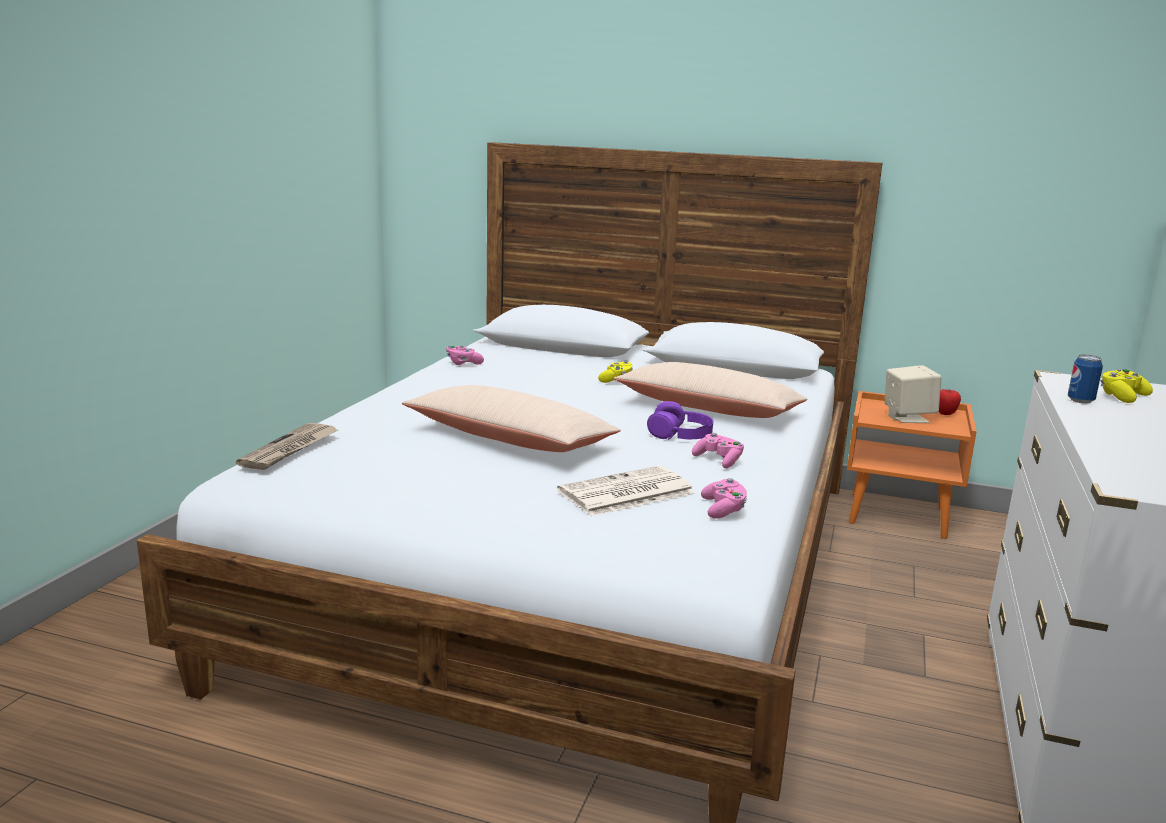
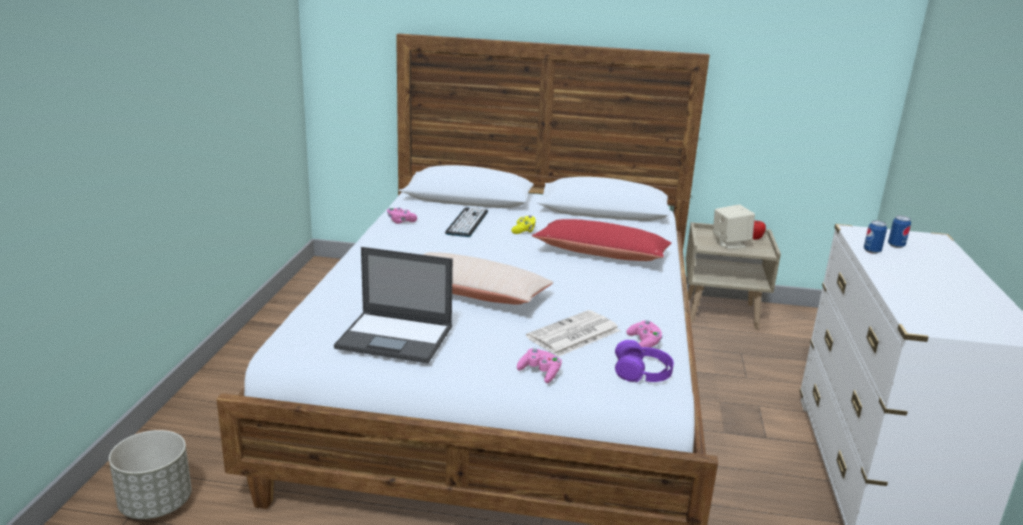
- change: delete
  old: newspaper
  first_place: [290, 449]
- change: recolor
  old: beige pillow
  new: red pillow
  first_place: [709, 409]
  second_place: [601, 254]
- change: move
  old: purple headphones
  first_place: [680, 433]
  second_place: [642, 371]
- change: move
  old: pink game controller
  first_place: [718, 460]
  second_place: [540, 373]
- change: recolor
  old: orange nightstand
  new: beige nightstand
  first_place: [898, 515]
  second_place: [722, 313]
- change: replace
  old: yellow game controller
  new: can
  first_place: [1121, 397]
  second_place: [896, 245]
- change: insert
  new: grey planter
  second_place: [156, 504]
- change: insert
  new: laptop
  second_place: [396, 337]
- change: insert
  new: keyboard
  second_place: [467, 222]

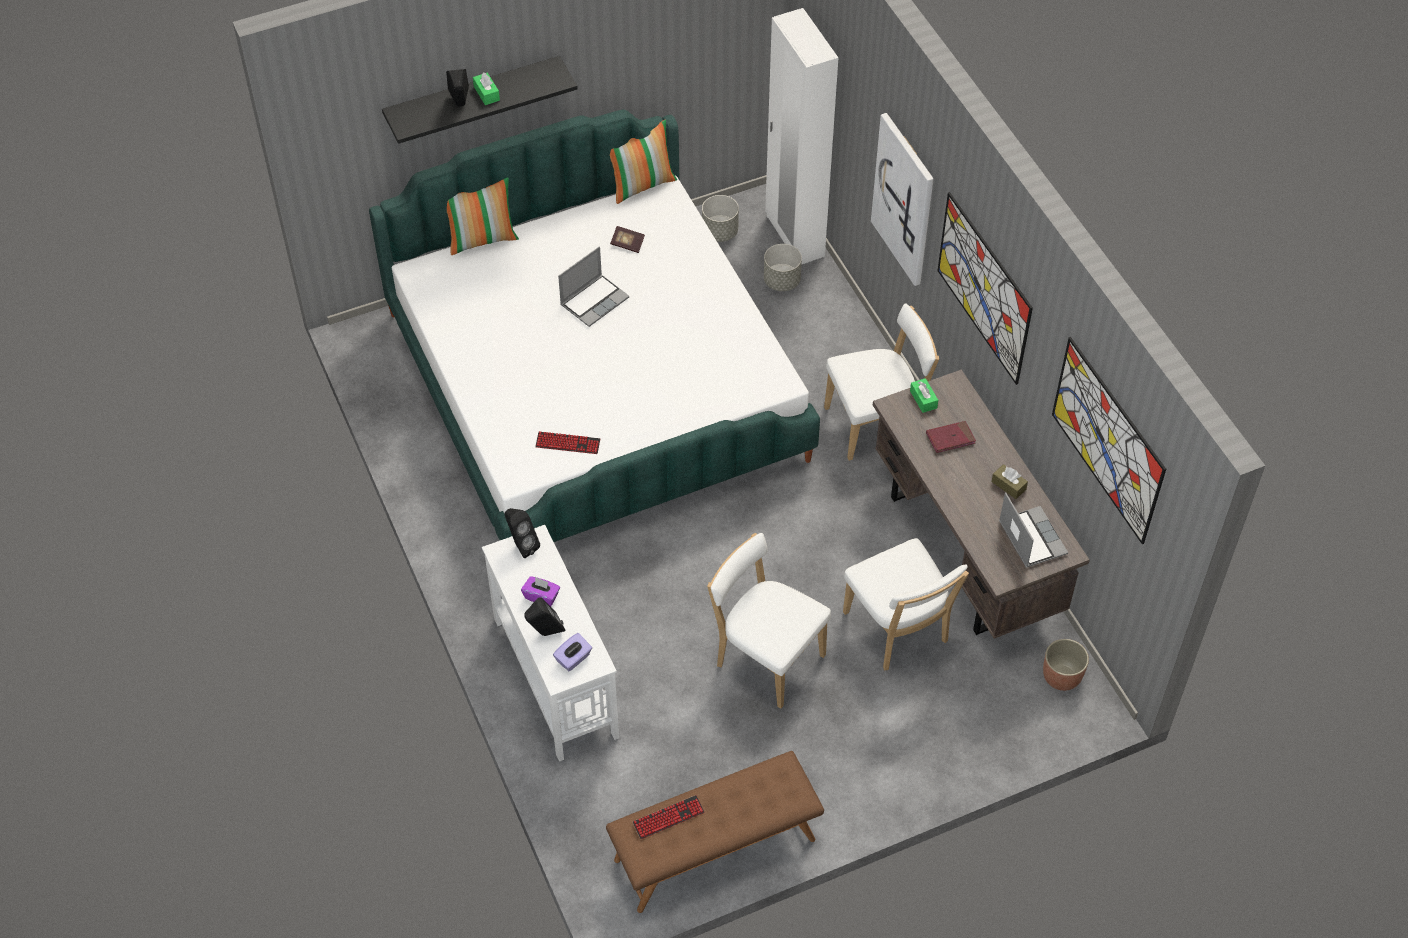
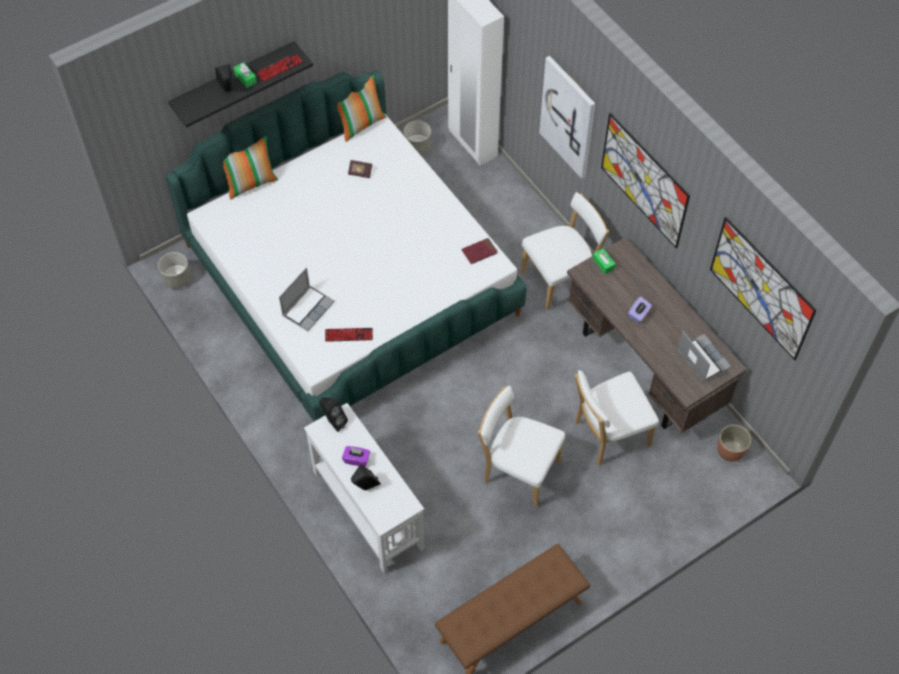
- change: move
  old: purple tissue box
  first_place: [573, 659]
  second_place: [638, 314]
- change: move
  old: laptop
  first_place: [594, 301]
  second_place: [308, 308]
- change: move
  old: keyboard
  first_place: [668, 818]
  second_place: [279, 68]
- change: move
  old: grey planter
  first_place: [782, 281]
  second_place: [177, 279]
- change: rotate
  old: white chair
  first_place: [898, 631]
  second_place: [608, 434]
  degrees: 105
- change: move
  old: red book
  first_place: [950, 438]
  second_place: [479, 252]
- change: delete
  old: brown tissue box
  first_place: [1008, 485]

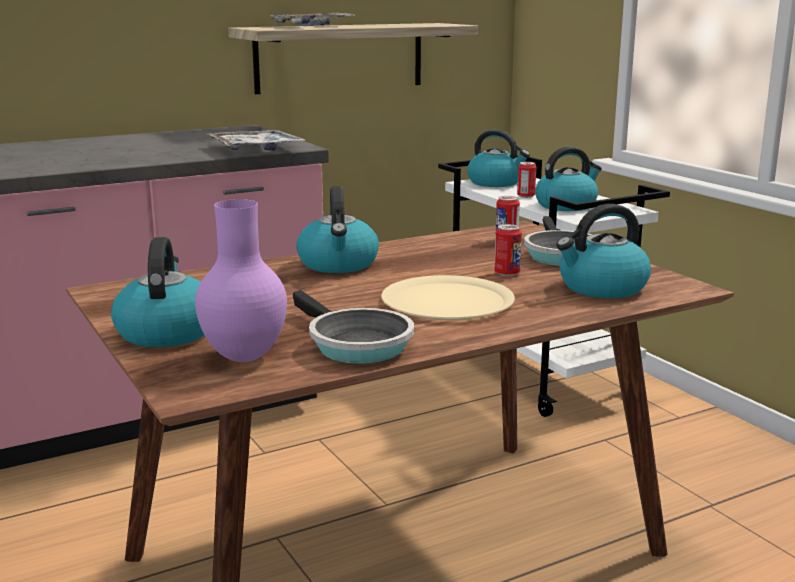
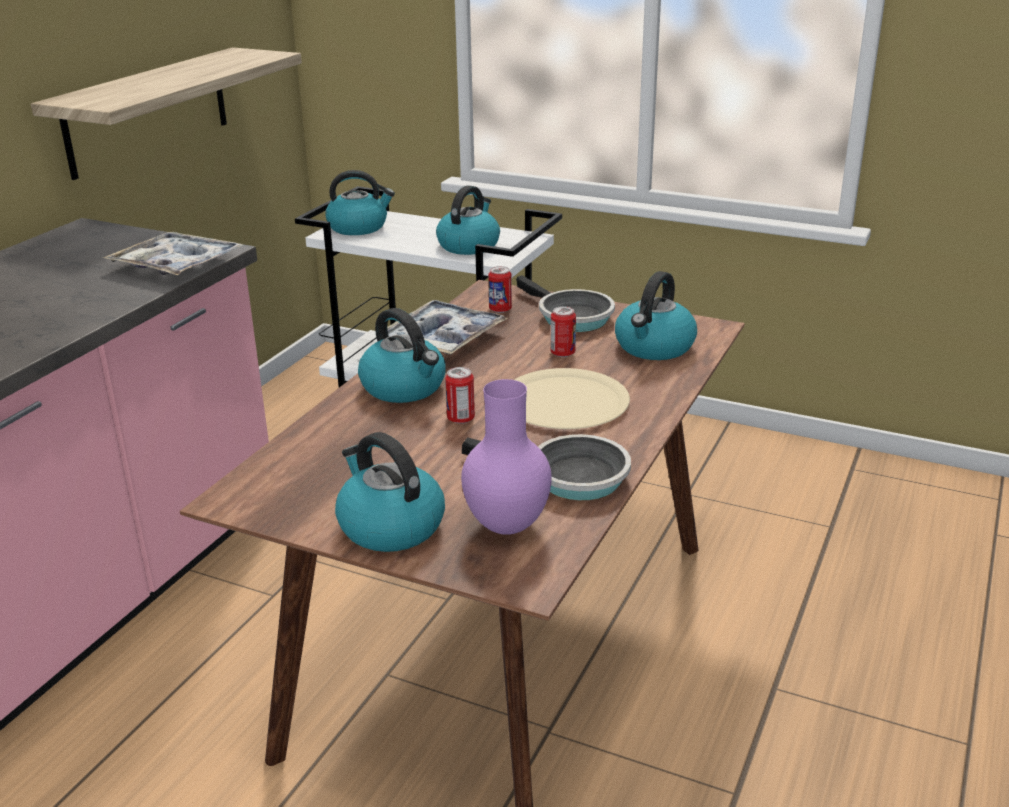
- change: move
  old: tray
  first_place: [310, 26]
  second_place: [442, 339]
- change: move
  old: can
  first_place: [526, 196]
  second_place: [461, 419]

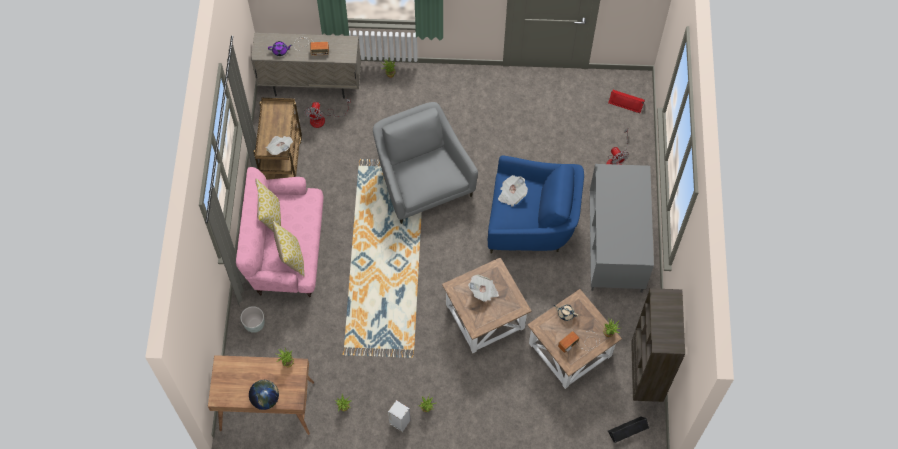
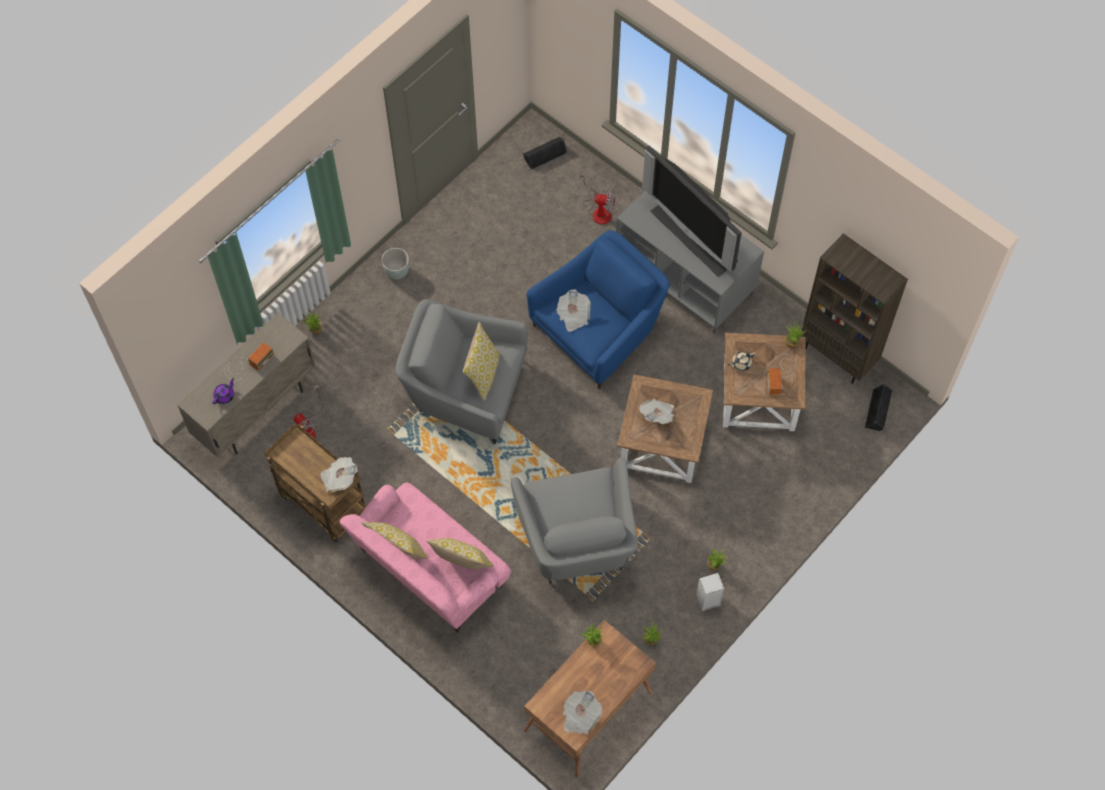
- change: move
  old: grey planter
  first_place: [254, 324]
  second_place: [396, 271]
- change: delete
  old: globe
  first_place: [265, 399]
- change: recolor
  old: red speaker
  new: black speaker
  first_place: [626, 102]
  second_place: [544, 154]
- change: insert
  new: pillow
  second_place: [483, 374]
- change: insert
  new: grey armchair
  second_place: [577, 541]
- change: insert
  new: newspaper
  second_place: [580, 716]
- change: insert
  new: television
  second_place: [695, 235]

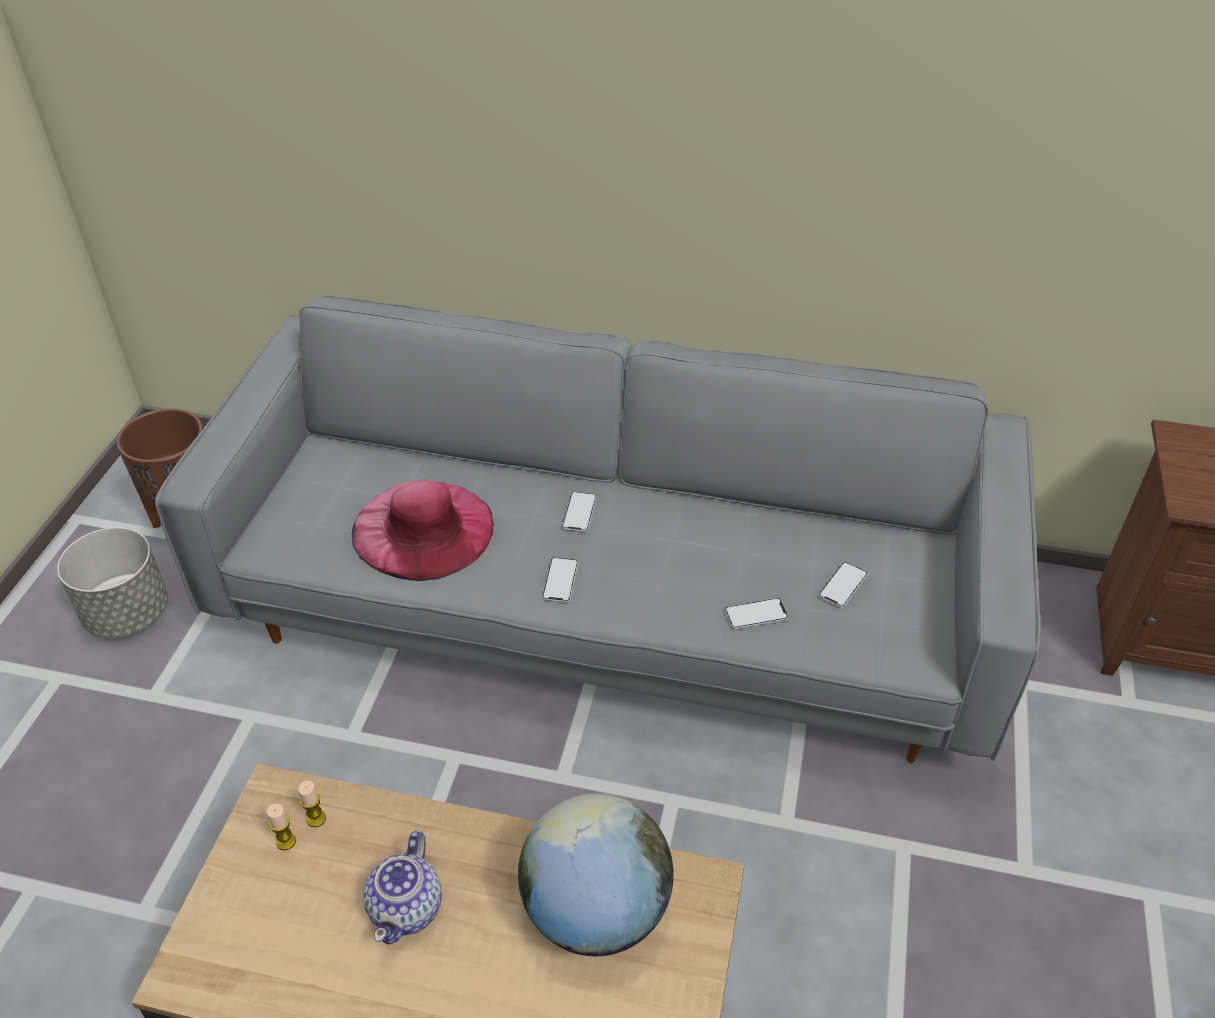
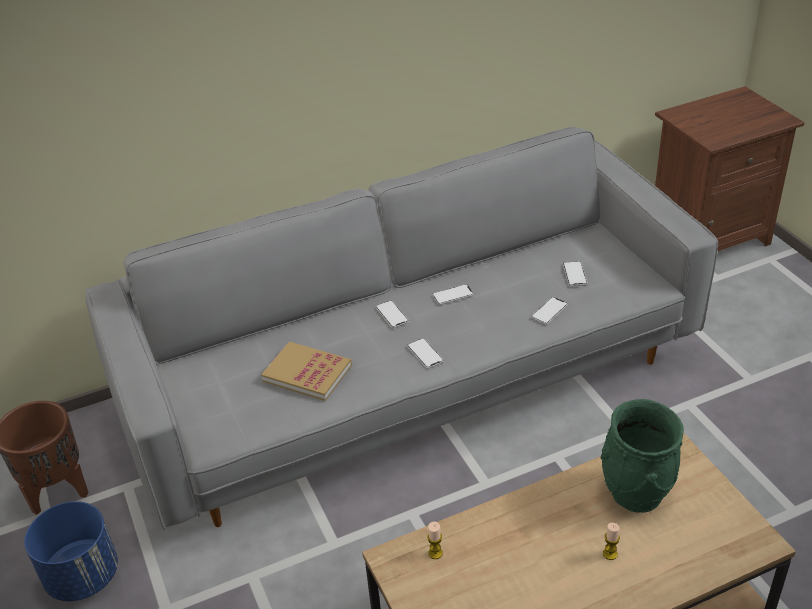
- change: recolor
  old: grey planter
  new: blue planter
  first_place: [128, 613]
  second_place: [83, 576]
- change: move
  old: candle
  first_place: [286, 841]
  second_place: [610, 554]
- change: replace
  old: pink hat
  new: book
  first_place: [423, 528]
  second_place: [307, 373]
- change: delete
  old: teapot
  first_place: [407, 907]
- change: replace
  old: globe
  new: green vase
  first_place: [595, 910]
  second_place: [635, 492]
- change: insert
  new: phone
  second_place: [453, 295]

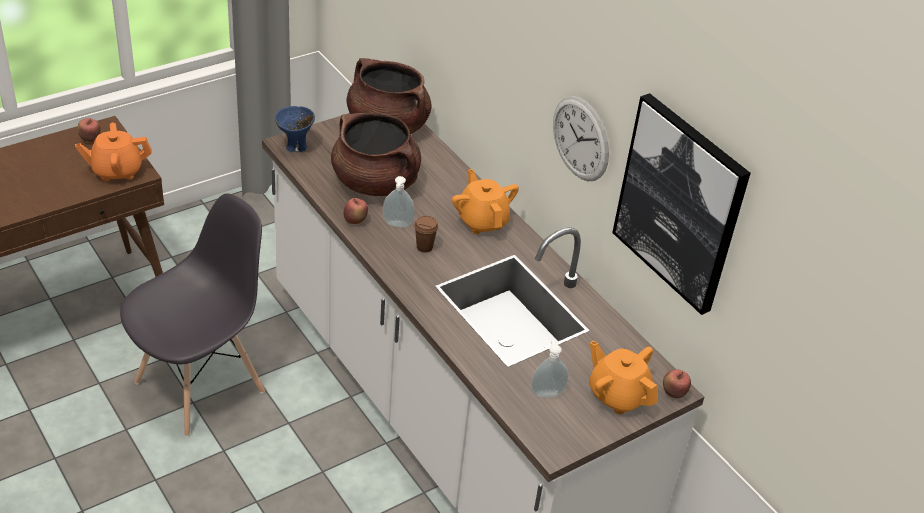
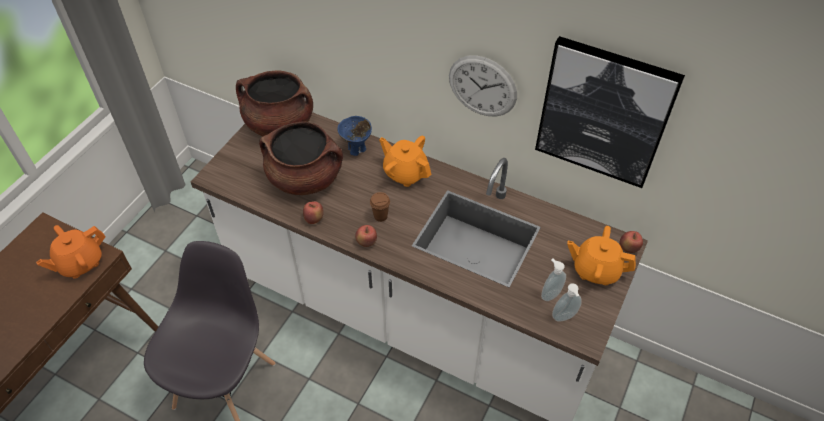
- change: move
  old: apple
  first_place: [90, 139]
  second_place: [366, 243]
- change: move
  old: blue bowl
  first_place: [296, 147]
  second_place: [357, 150]
- change: move
  old: soap dispenser
  first_place: [397, 225]
  second_place: [564, 318]

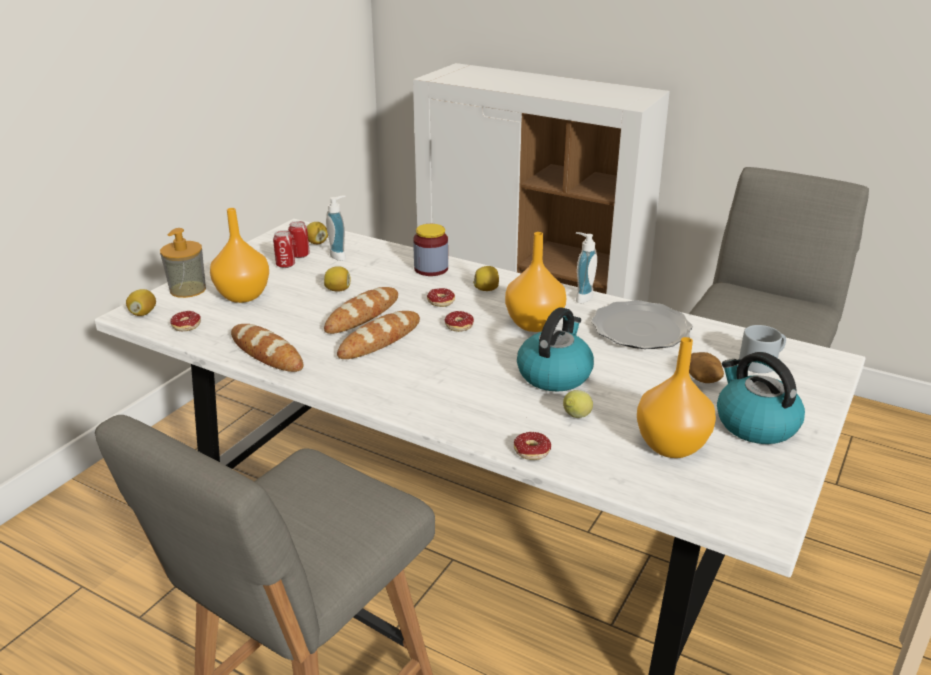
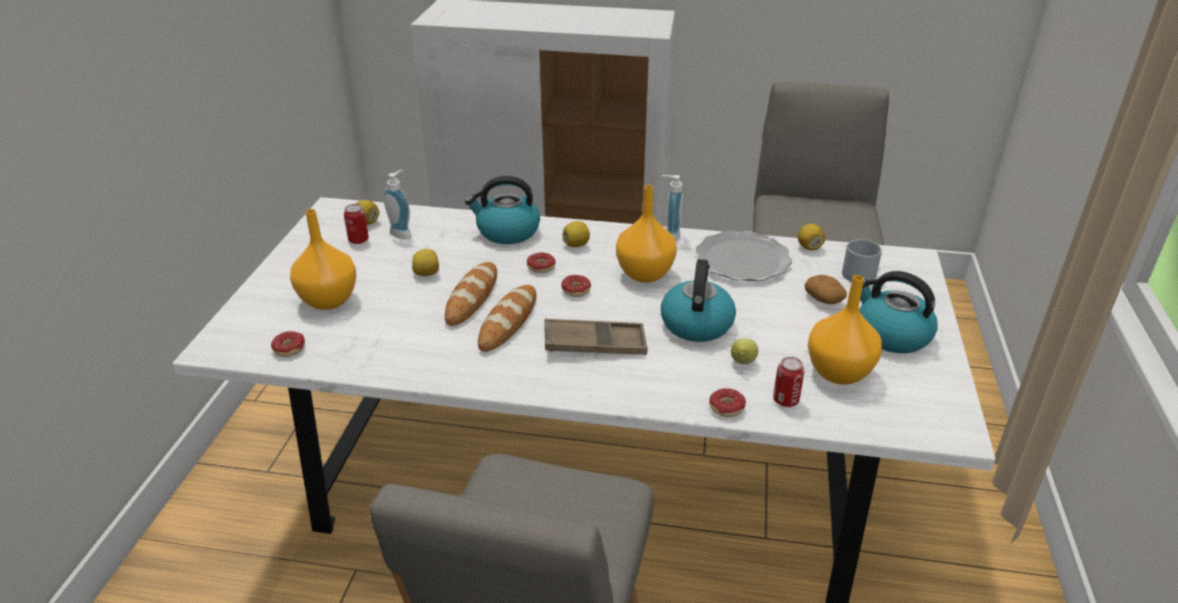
- change: move
  old: lemon
  first_place: [143, 313]
  second_place: [809, 247]
- change: delete
  old: soap dispenser
  first_place: [188, 289]
- change: delete
  old: bread
  first_place: [266, 353]
- change: move
  old: can
  first_place: [285, 265]
  second_place: [785, 400]
- change: replace
  old: jar
  new: kettle
  first_place: [431, 269]
  second_place: [507, 232]
- change: insert
  new: brown tray
  second_place: [595, 344]

